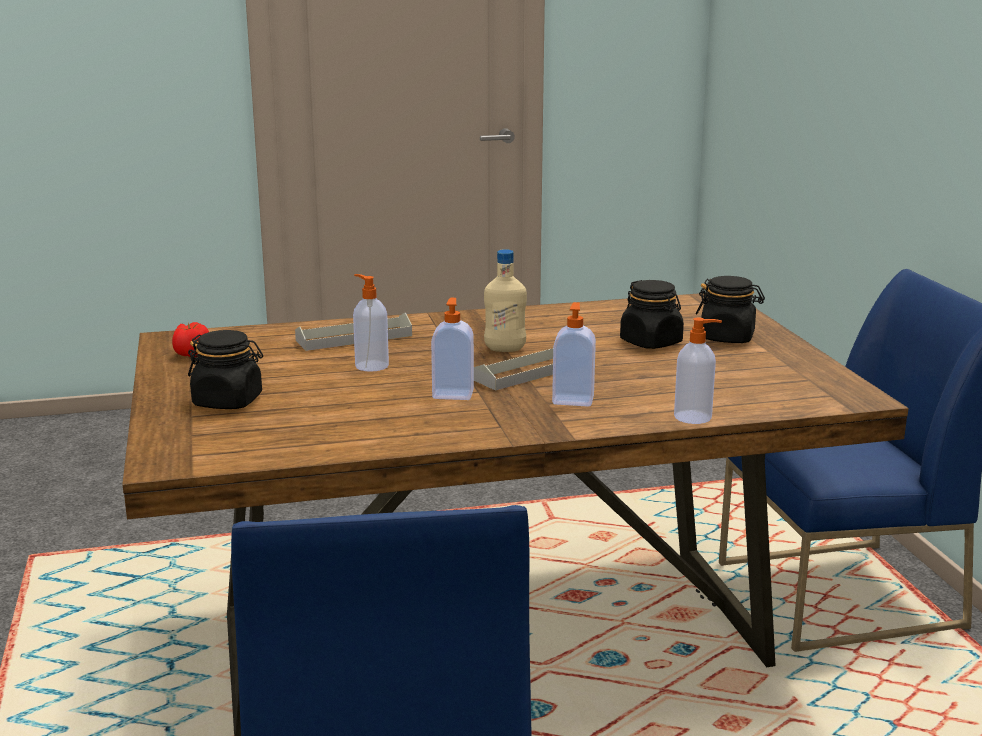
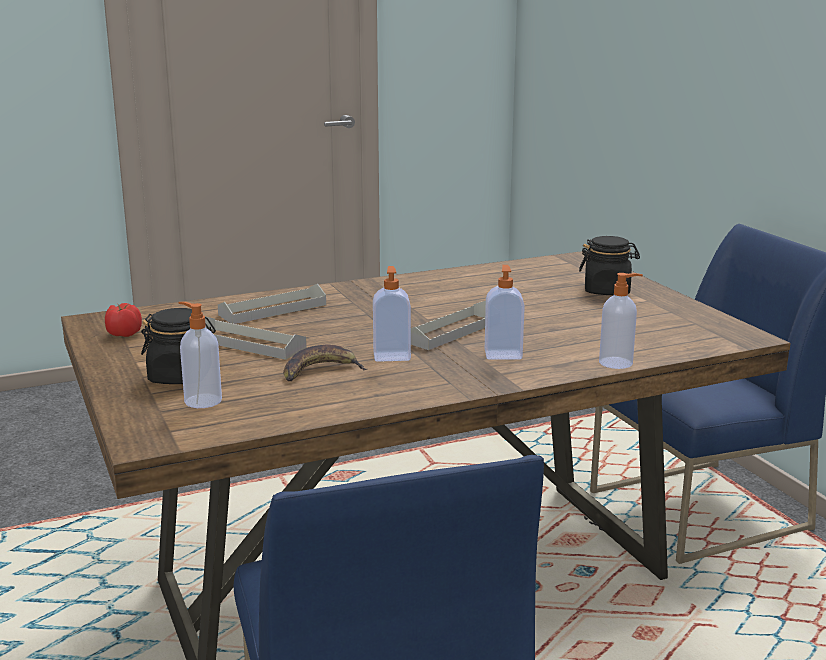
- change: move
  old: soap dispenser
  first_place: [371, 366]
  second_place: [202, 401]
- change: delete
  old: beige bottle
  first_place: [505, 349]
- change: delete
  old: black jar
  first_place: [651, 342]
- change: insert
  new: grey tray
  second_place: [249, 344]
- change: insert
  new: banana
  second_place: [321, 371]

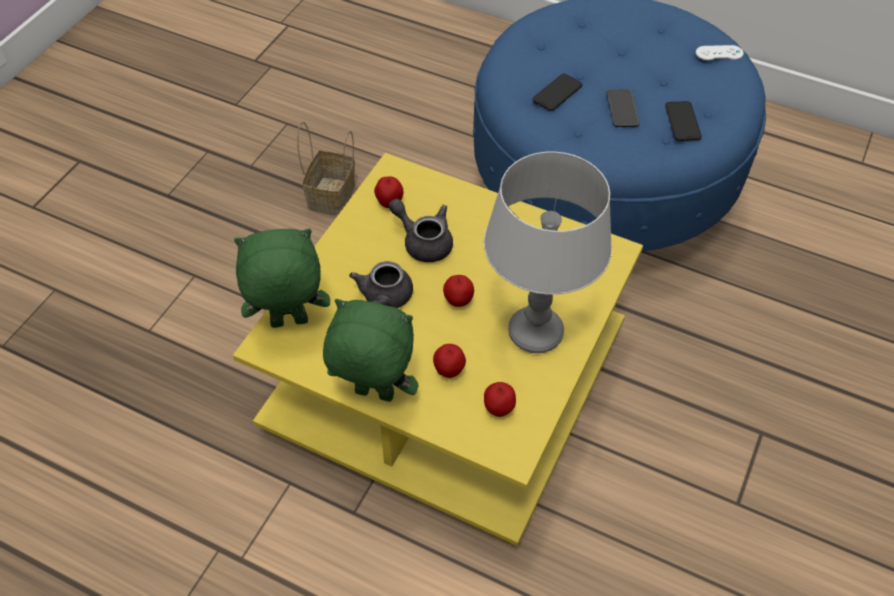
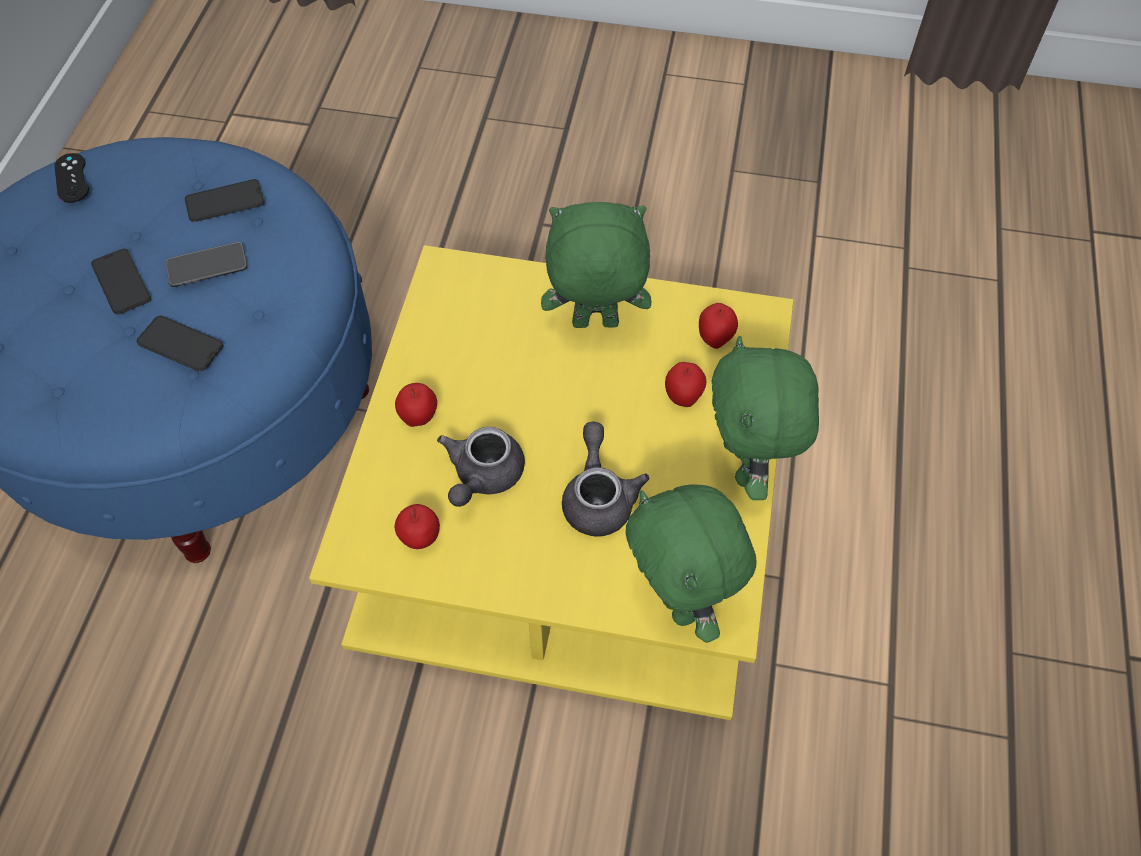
- change: delete
  old: basket
  first_place: [332, 197]
- change: rotate
  old: grey teapot
  first_place: [384, 299]
  second_place: [598, 497]
  degrees: -90
- change: move
  old: apple
  first_place: [458, 302]
  second_place: [419, 418]
- change: replace
  old: grey table lamp
  new: green plush toy
  first_place: [535, 332]
  second_place: [594, 325]
- change: recolor
  old: white game controller
  new: black game controller
  first_place: [719, 53]
  second_place: [72, 178]
- change: insert
  new: phone
  second_place: [121, 282]

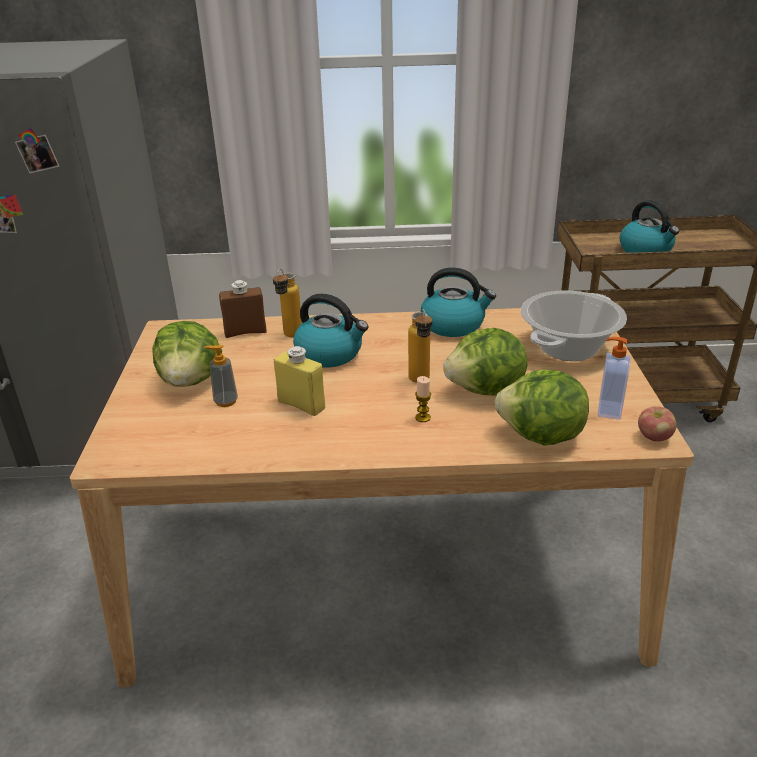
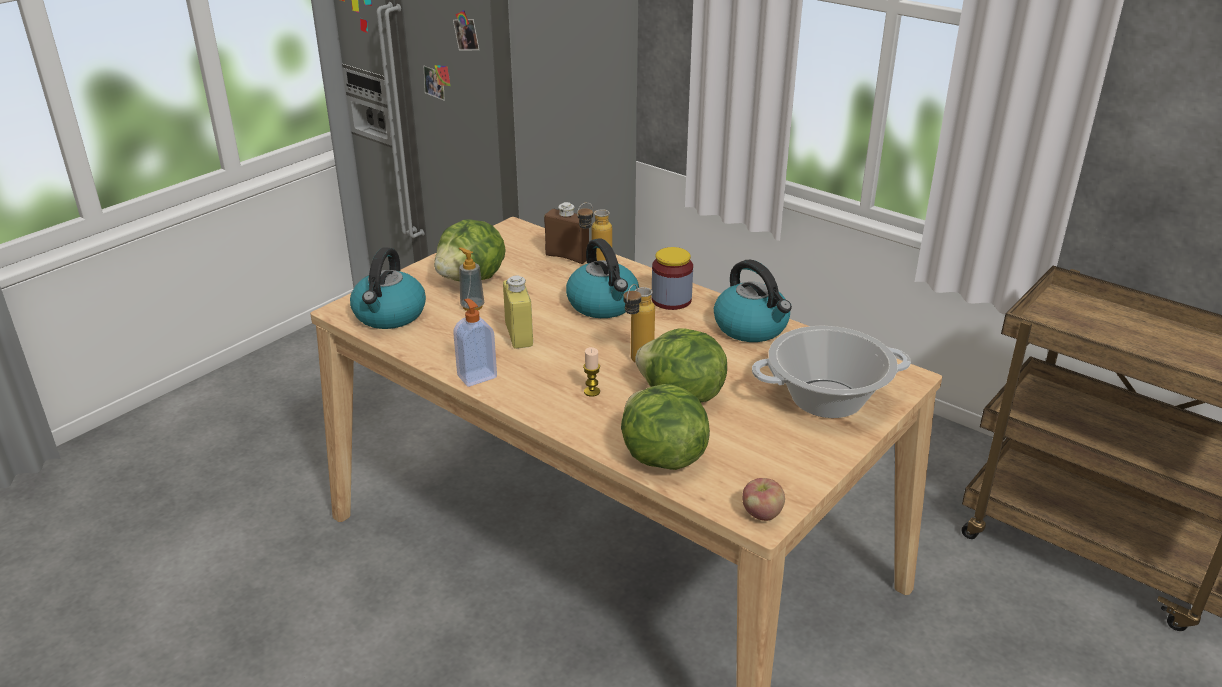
- change: move
  old: soap dispenser
  first_place: [608, 410]
  second_place: [476, 376]
- change: move
  old: kettle
  first_place: [646, 250]
  second_place: [389, 315]
- change: insert
  new: jar
  second_place: [671, 300]

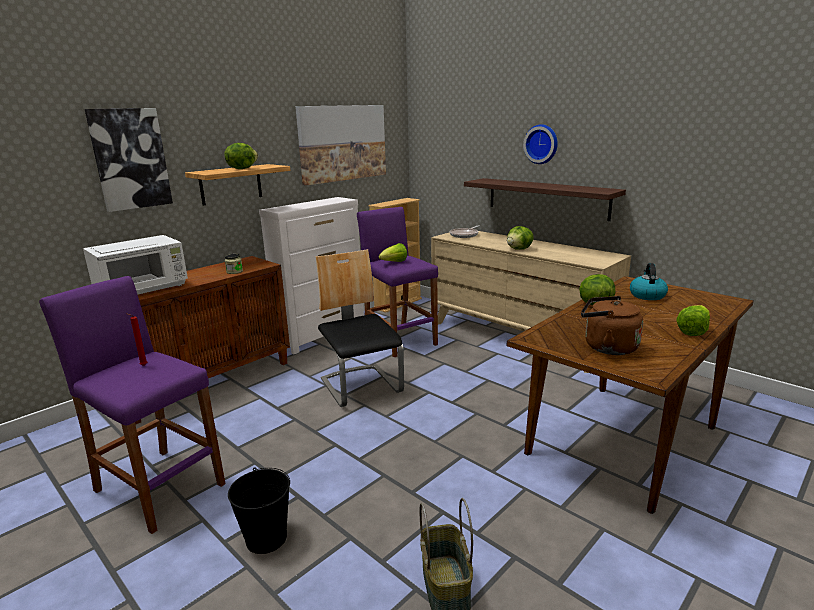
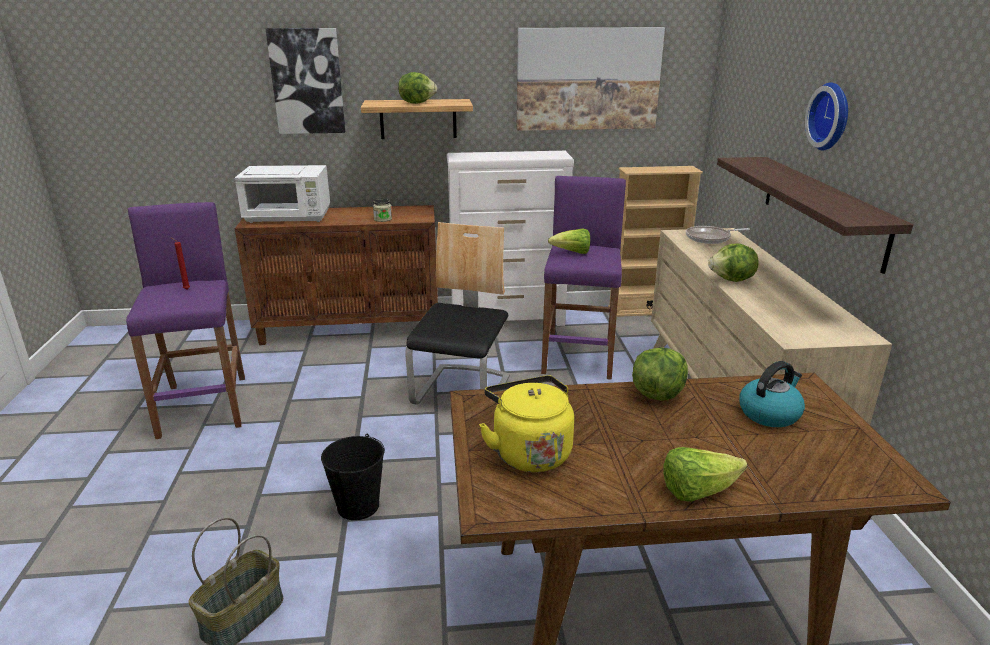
- change: move
  old: black bucket
  first_place: [266, 538]
  second_place: [357, 506]
- change: recolor
  old: brown kettle
  new: yellow kettle
  first_place: [606, 347]
  second_place: [529, 451]

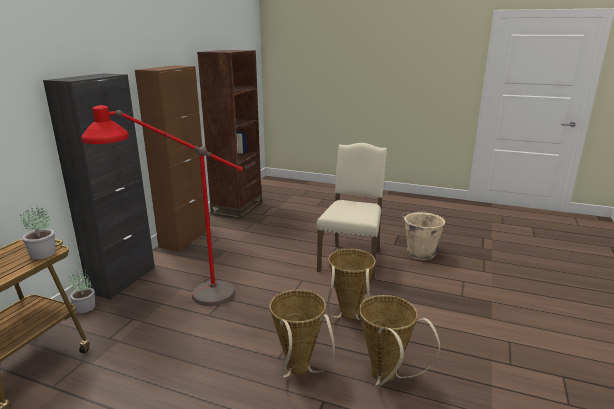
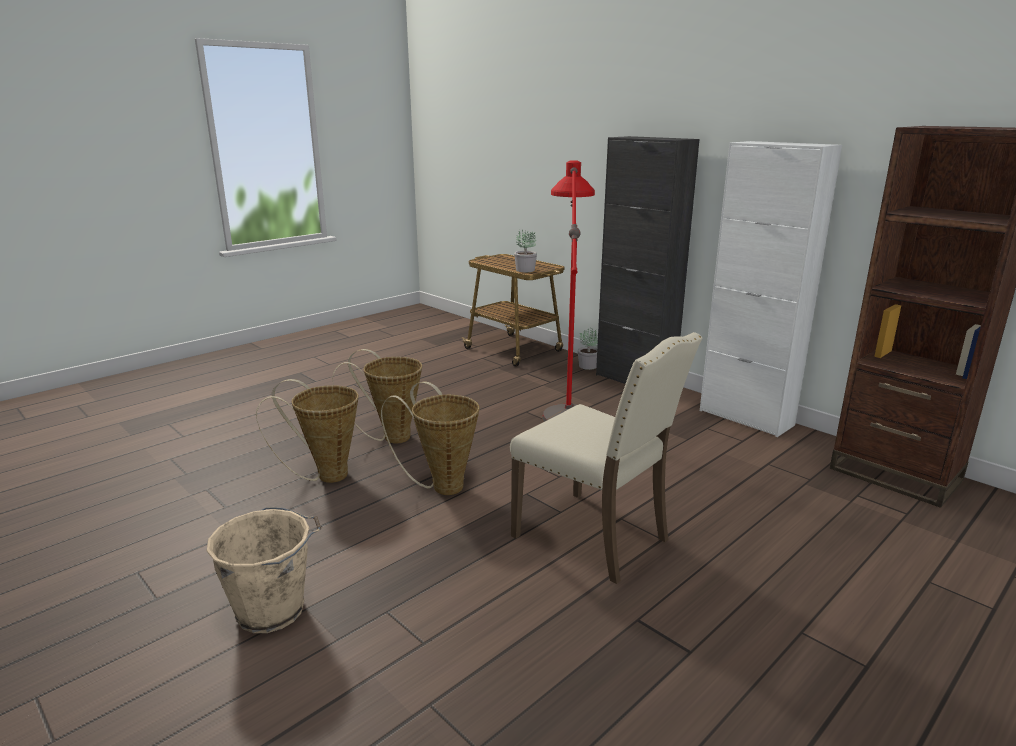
- change: recolor
  old: brown cabinet
  new: white cabinet
  first_place: [185, 238]
  second_place: [746, 417]
- change: move
  old: beige bucket
  first_place: [419, 253]
  second_place: [274, 610]

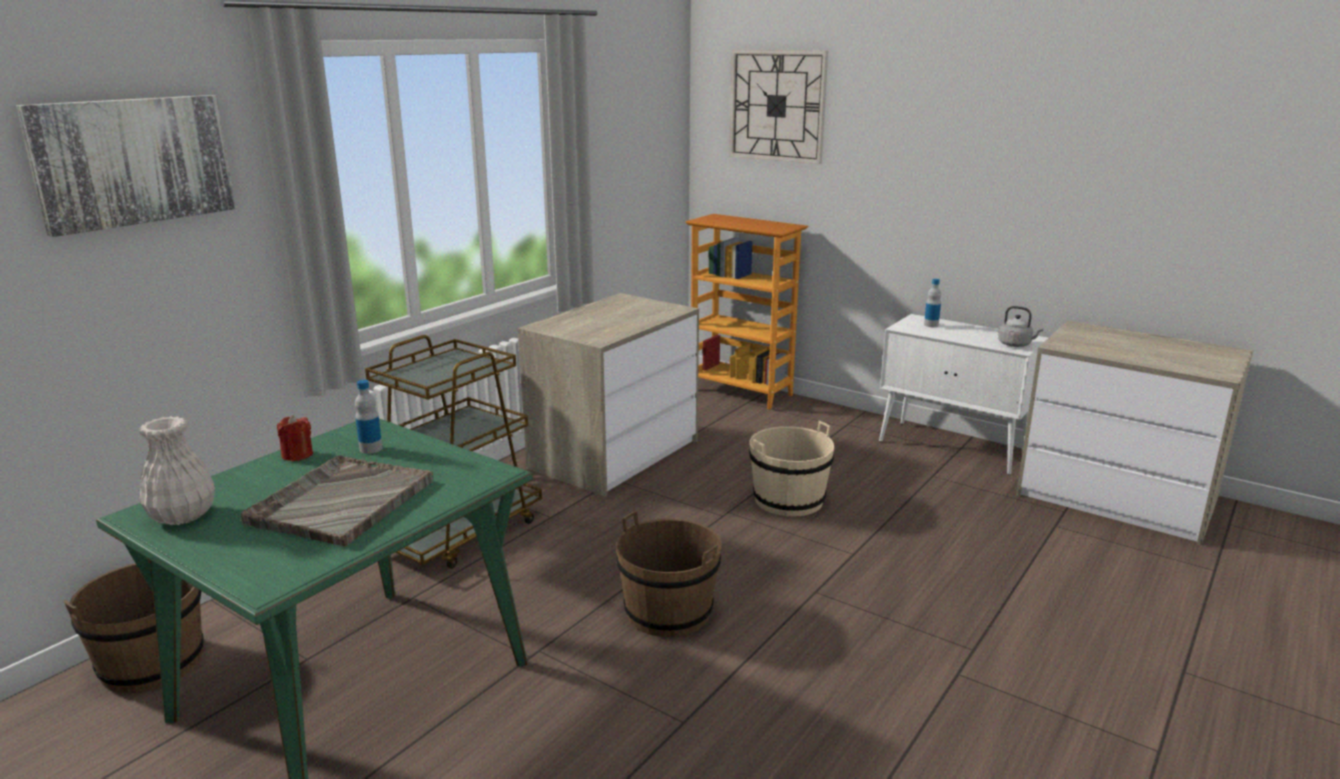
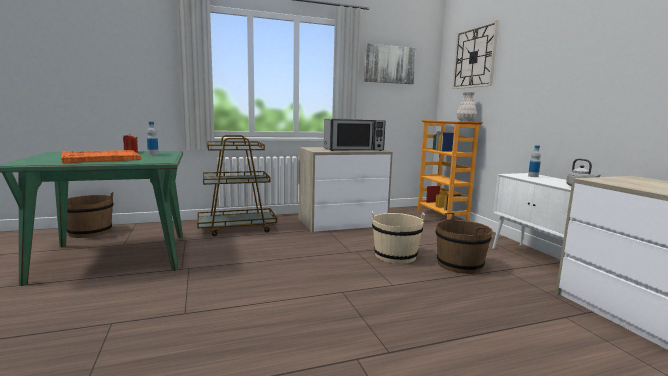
- change: move
  old: picture
  first_place: [133, 161]
  second_place: [389, 64]
- change: move
  old: white vase
  first_place: [183, 516]
  second_place: [465, 121]
- change: recolor
  old: grey tray
  new: orange tray
  first_place: [340, 502]
  second_place: [100, 158]
- change: move
  old: brown bucket
  first_place: [668, 612]
  second_place: [459, 265]
- change: insert
  new: microwave
  second_place: [353, 149]

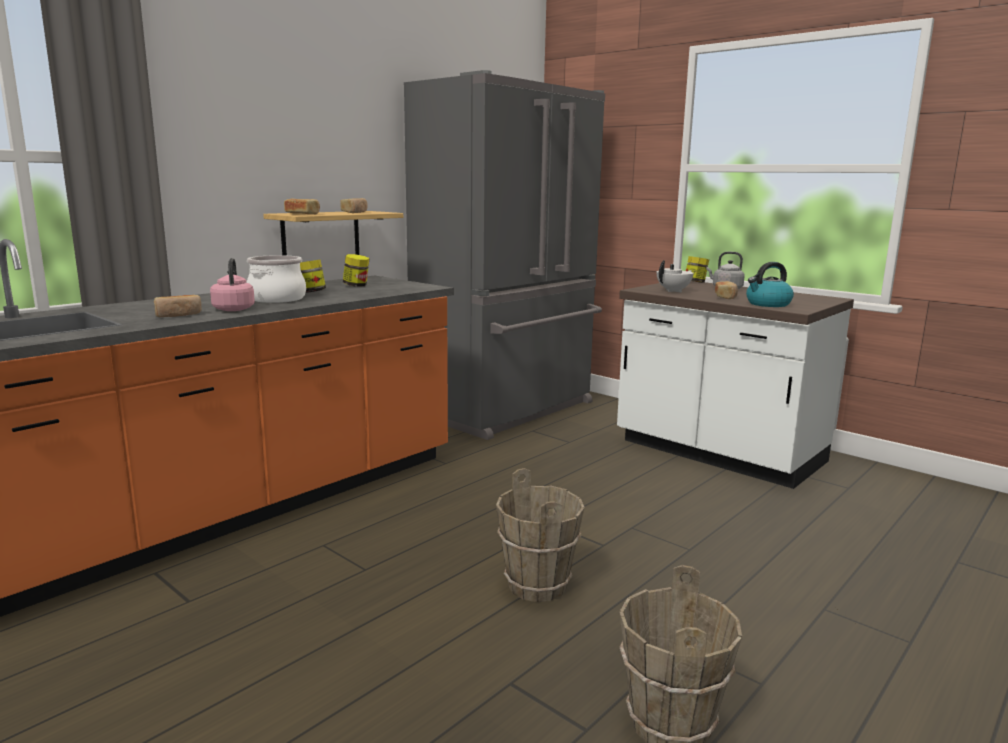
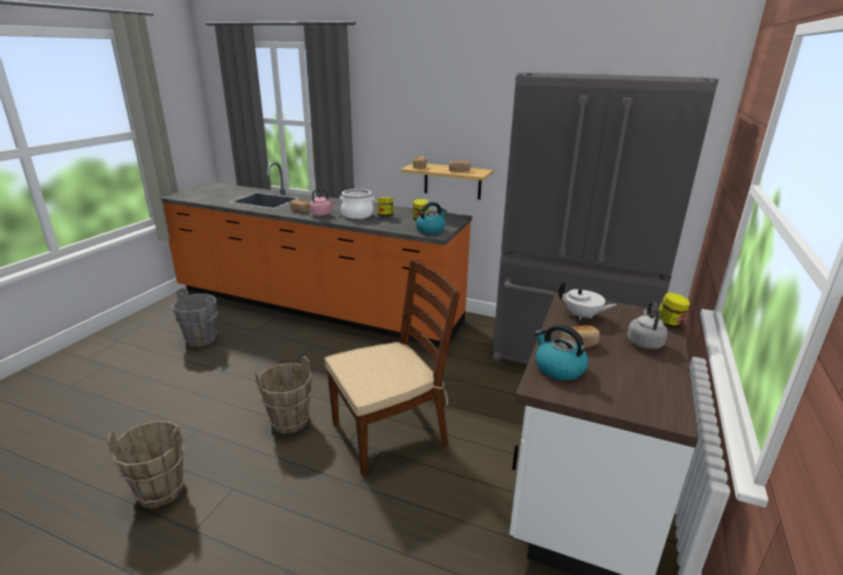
- change: insert
  new: grey bucket
  second_place: [201, 340]
- change: insert
  new: brown chair
  second_place: [390, 433]
- change: insert
  new: kettle
  second_place: [431, 229]

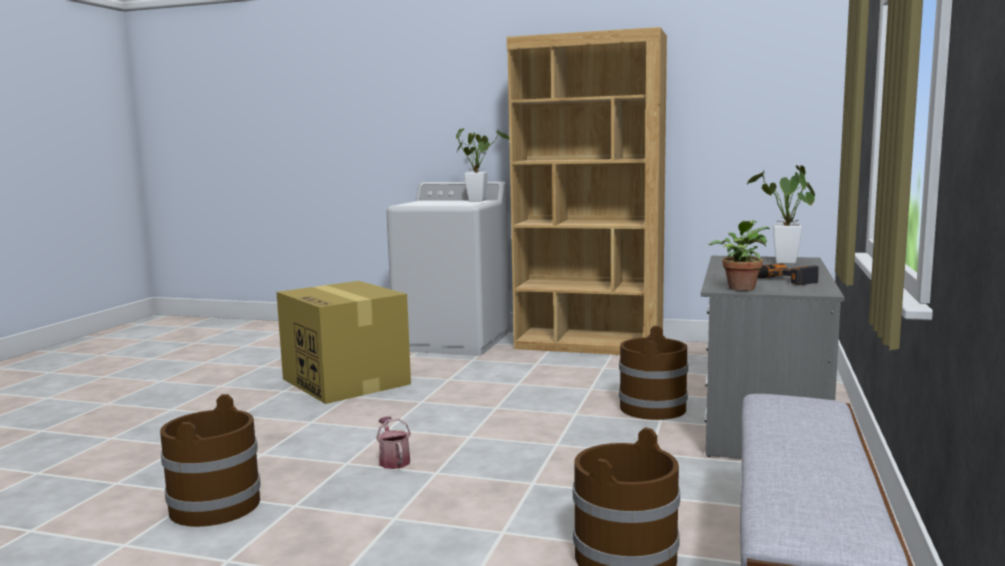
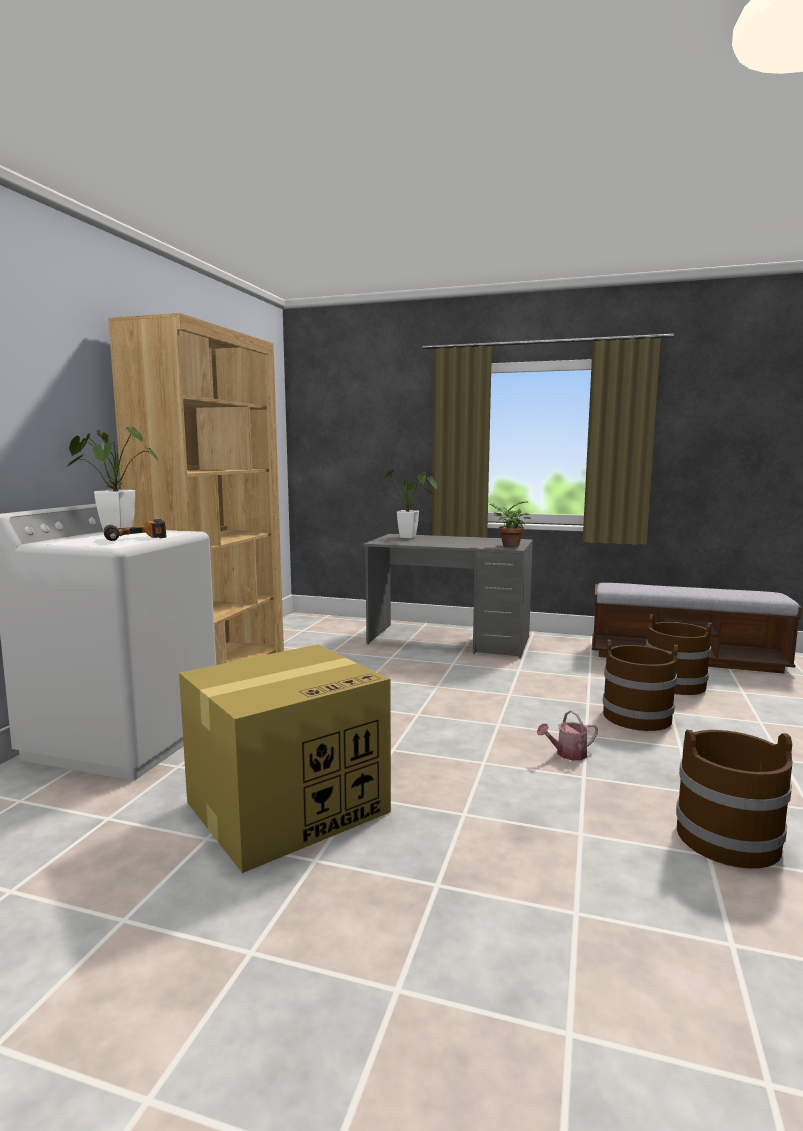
- change: move
  old: brown bucket
  first_place: [652, 408]
  second_place: [636, 717]
- change: move
  old: power drill
  first_place: [782, 280]
  second_place: [135, 538]

